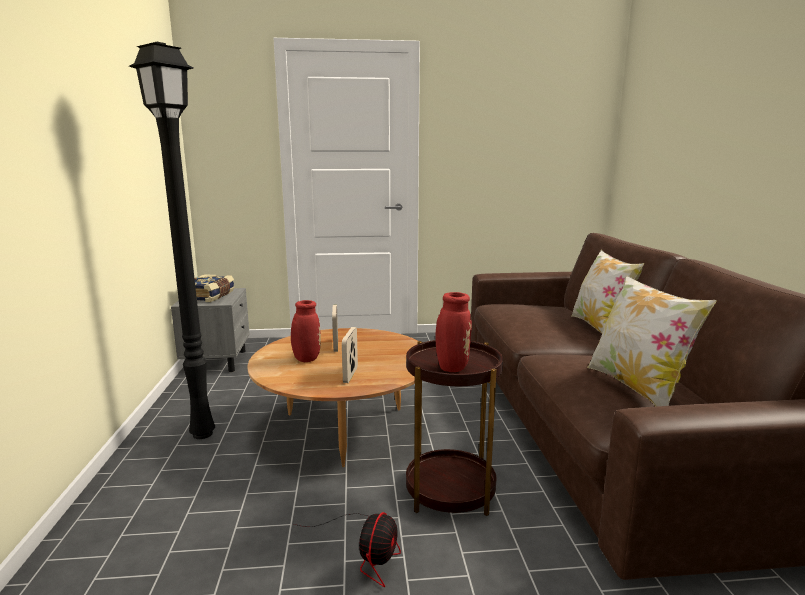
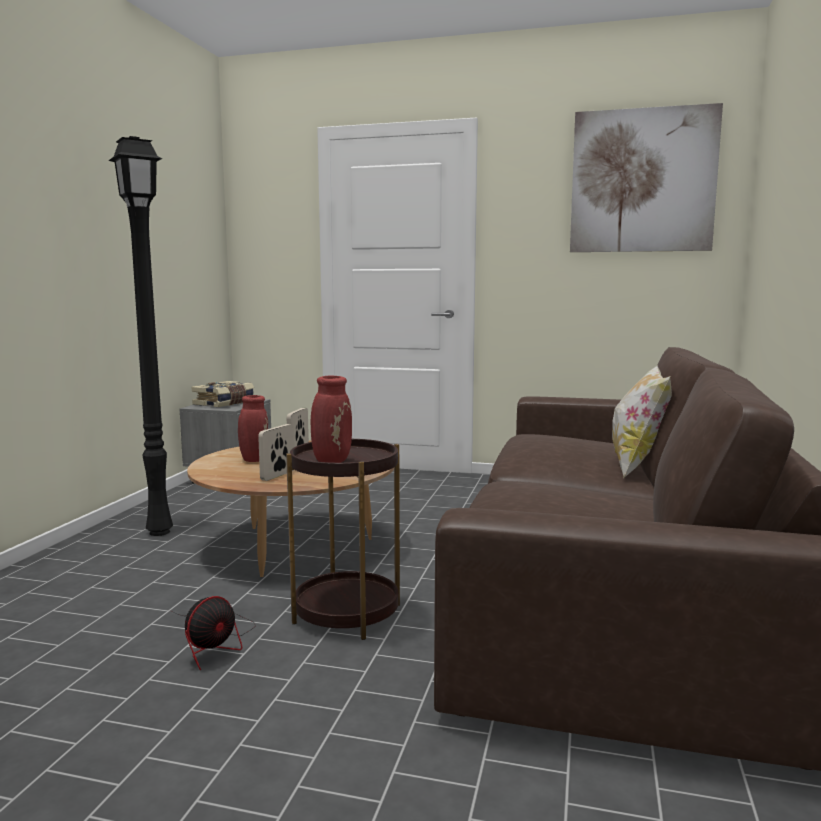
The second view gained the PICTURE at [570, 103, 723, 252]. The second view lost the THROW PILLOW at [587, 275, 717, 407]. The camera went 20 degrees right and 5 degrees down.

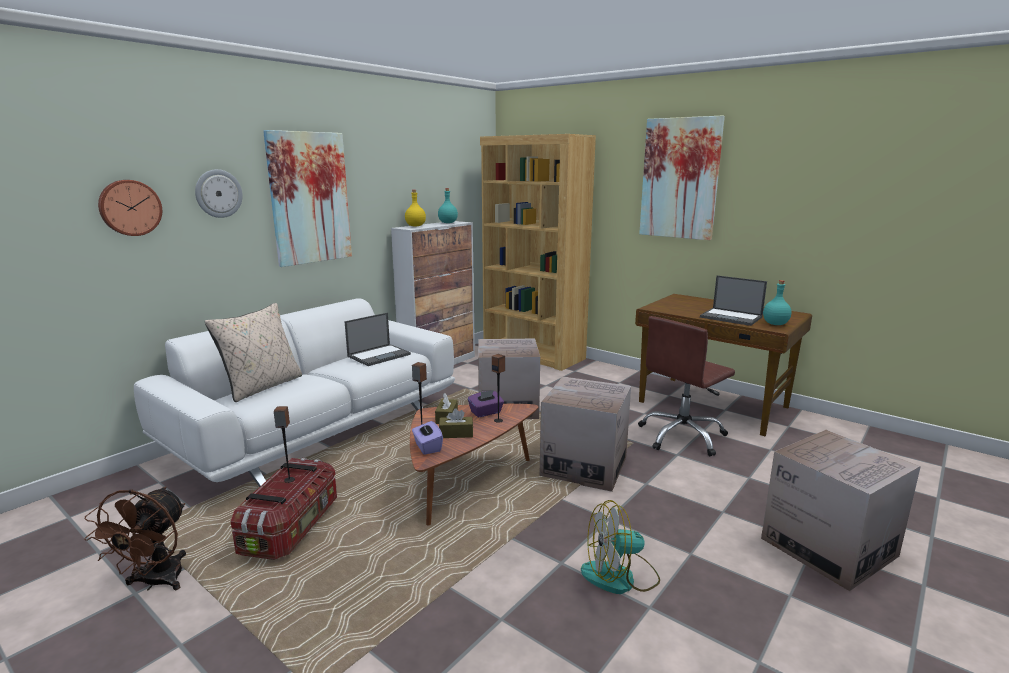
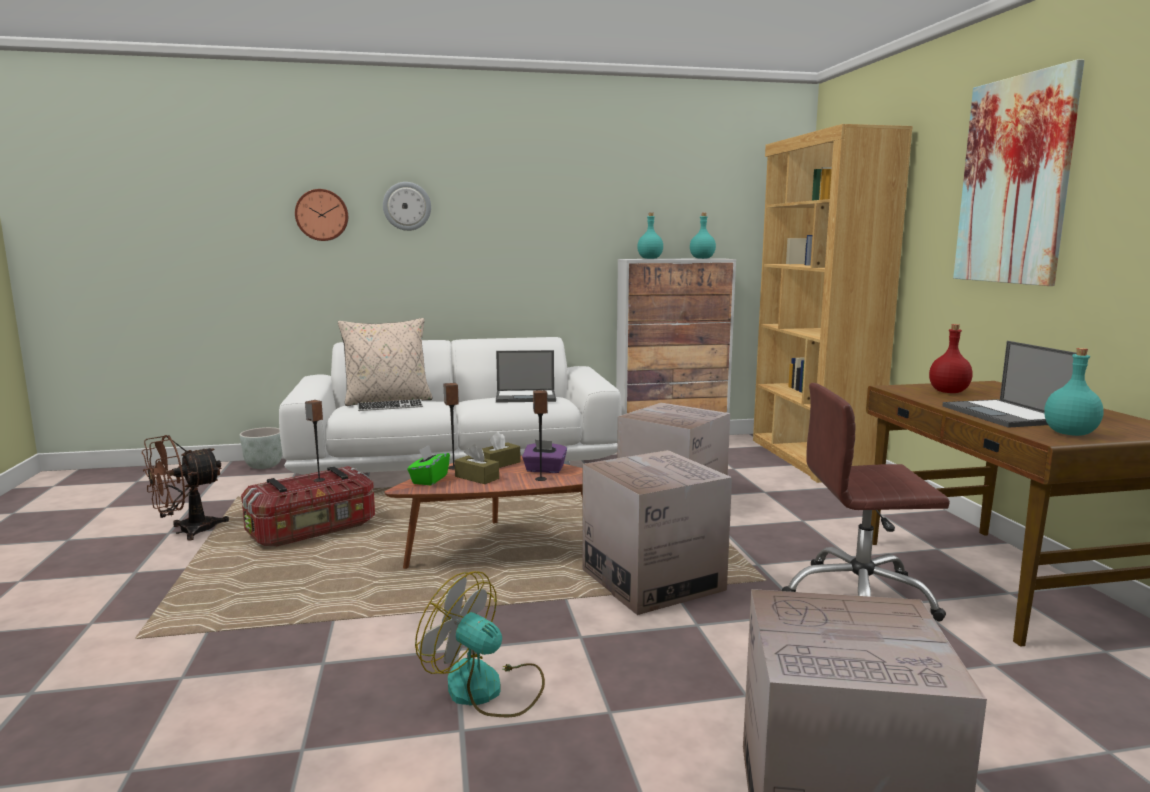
The second view gained the GREY PLANT POT at [240, 427, 283, 469]. The second view gained the KEYBOARD at [358, 399, 423, 411]. What was the PURPLE BOX OF TISSUES at [412, 421, 443, 455] turned into the GREEN BOX OF TISSUES at [407, 445, 450, 485]. What was the YELLOWISH DRINK BOTTLE at [405, 190, 426, 226] turned into the TURQUOISE-COLOURED DRINK BOTTLE at [637, 213, 663, 259]. The second view gained the RED-COLOURED DRINK BOTTLE at [929, 324, 973, 393]. The second view lost the PICTURE at [263, 130, 352, 267]. The camera went 40 degrees right and 5 degrees down.

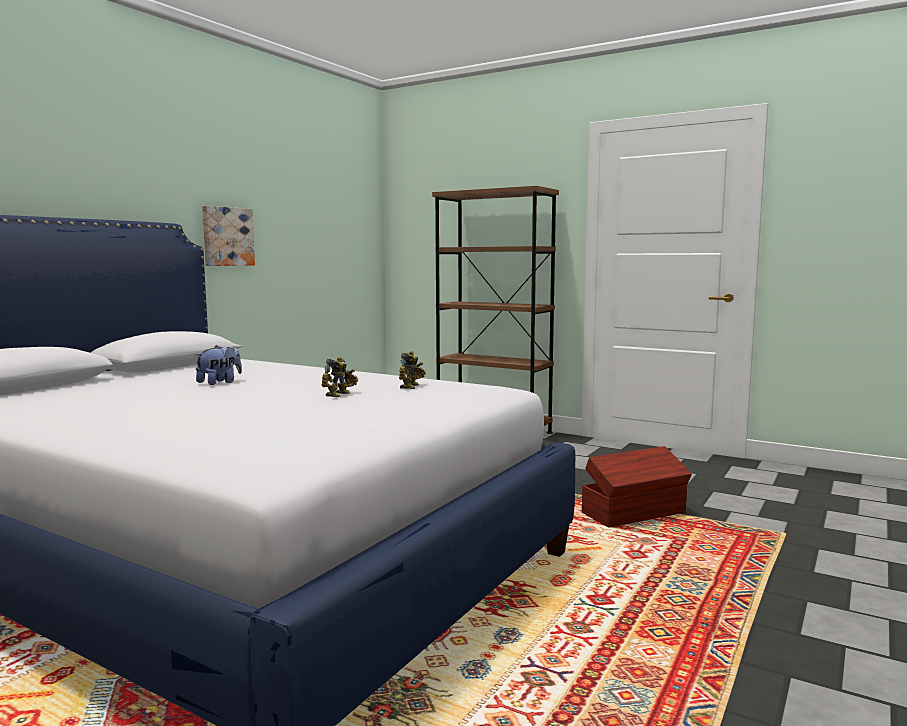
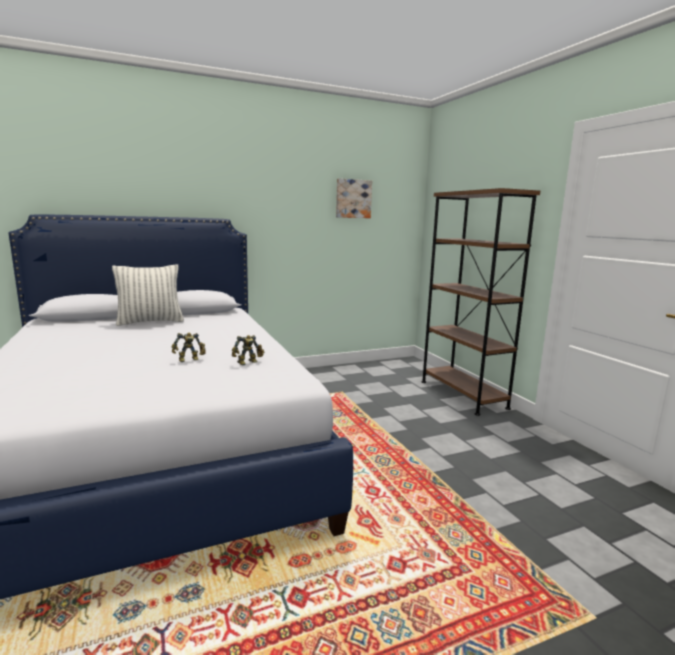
The second view gained the THROW PILLOW at [112, 264, 184, 326]. The PICTURE ended up elsewhere, having gone from [202, 206, 255, 266] to [336, 178, 372, 218]. The second view lost the PLUSH TOY at [196, 345, 242, 385]. The second view lost the BROWN-COLOURED STORAGE BOX at [582, 446, 692, 528]. The camera went 35 degrees right and 5 degrees up.

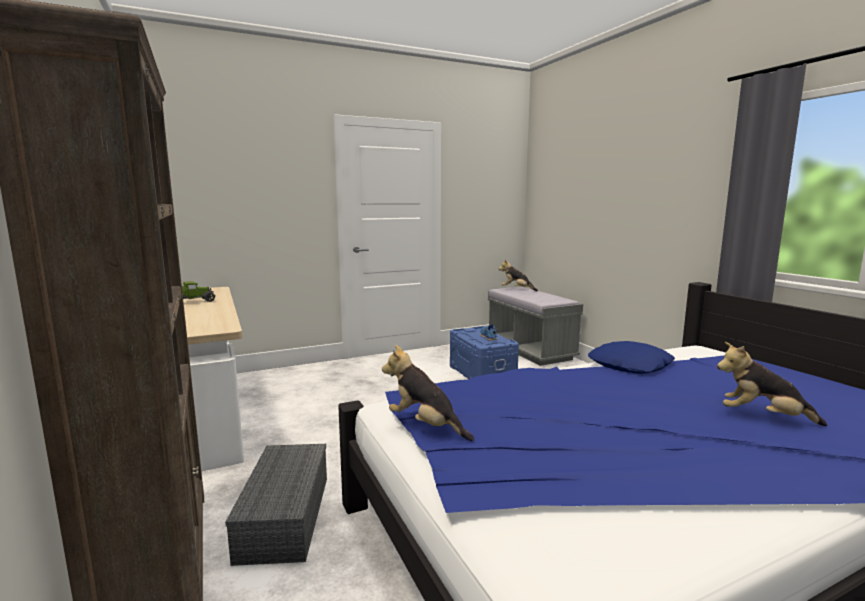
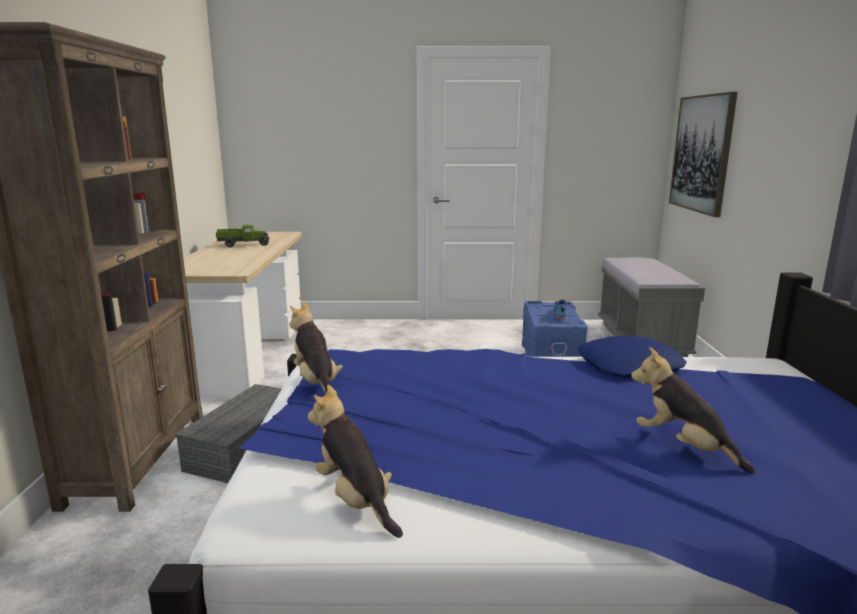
The PLUSH TOY ended up elsewhere, having gone from [499, 260, 538, 291] to [308, 385, 403, 538]. The second view gained the PICTURE at [669, 92, 738, 217]. The camera went 25 degrees right and 5 degrees up.

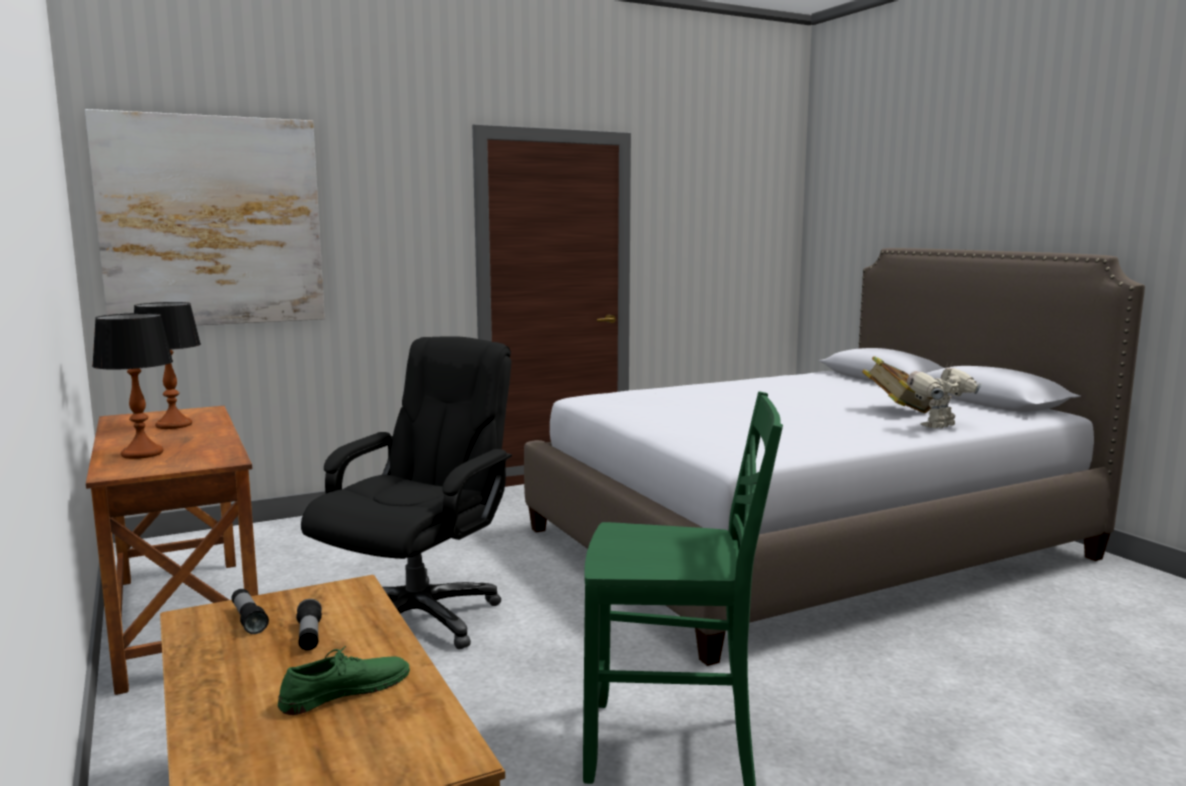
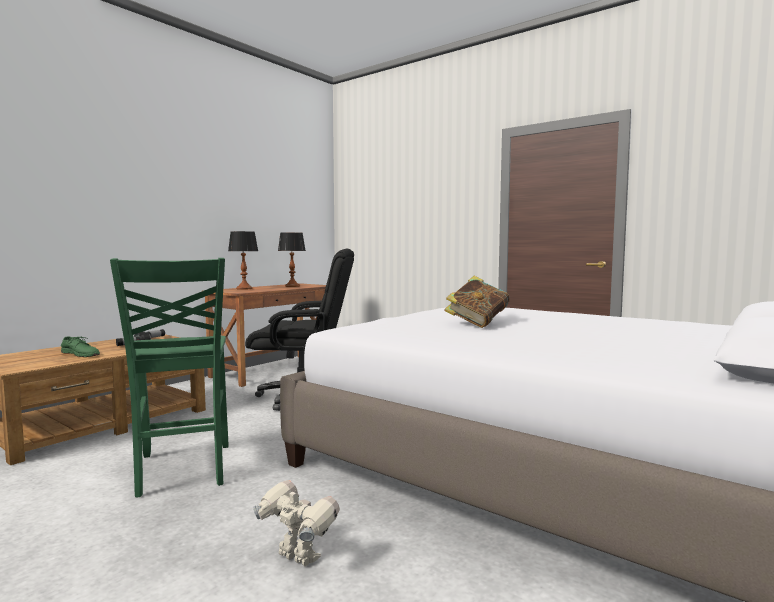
The ROBOT FIGURE ended up elsewhere, having gone from [907, 363, 982, 429] to [253, 480, 340, 567]. The BOUND BOOK ended up elsewhere, having gone from [862, 356, 933, 413] to [444, 276, 510, 328]. The second view lost the PICTURE at [85, 109, 325, 325]. The camera went 65 degrees right and 5 degrees down.

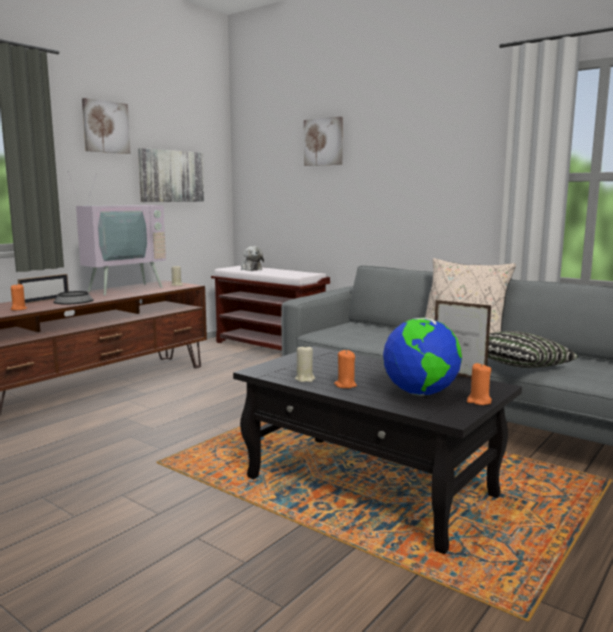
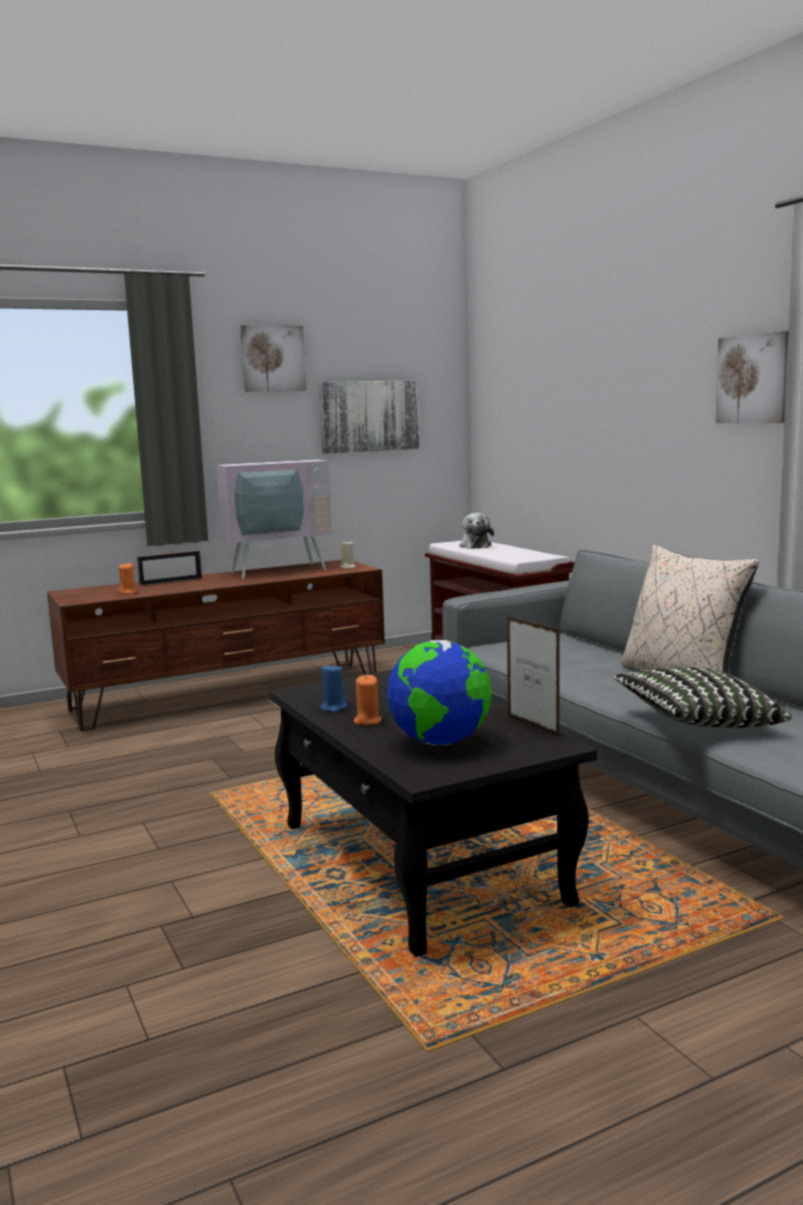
What was the SAND-COLOURED WAX CANDLE at [295, 347, 315, 382] turned into the BLUE-COLOURED WAX CANDLE at [320, 663, 347, 712]. The PICTURE ended up elsewhere, having gone from [304, 116, 343, 166] to [716, 331, 788, 423]. The second view lost the DEEP DISH at [53, 291, 94, 304]. The second view lost the ORANGE WAX CANDLE at [467, 363, 492, 405]. The camera went 25 degrees right and 0 degrees up.

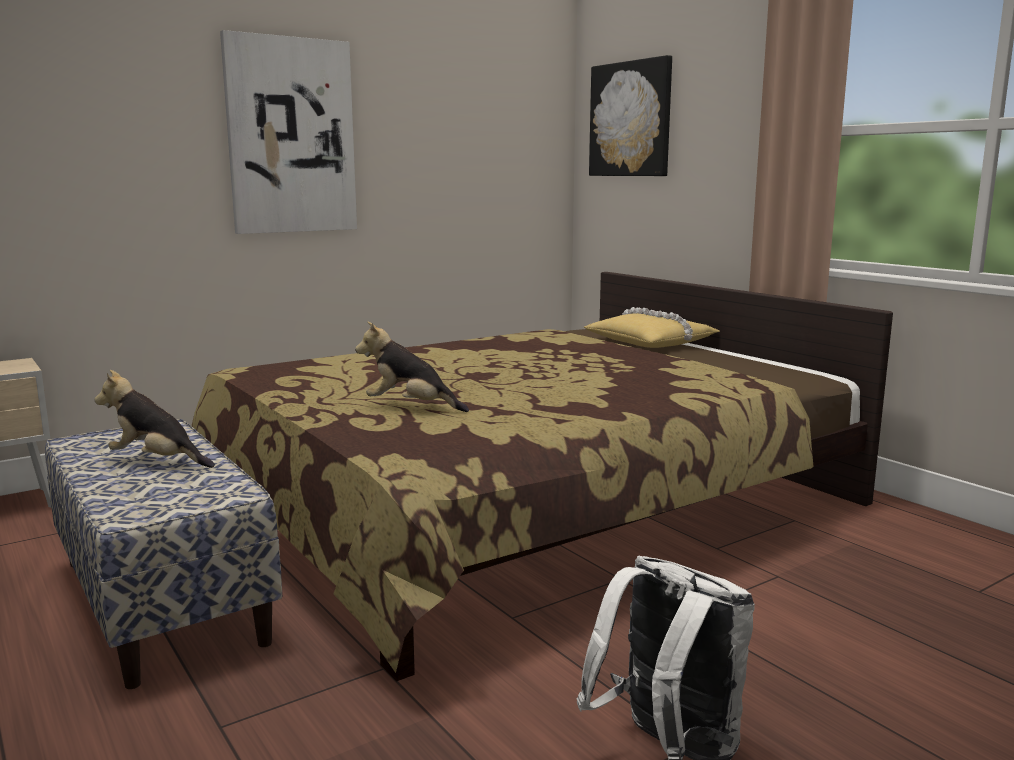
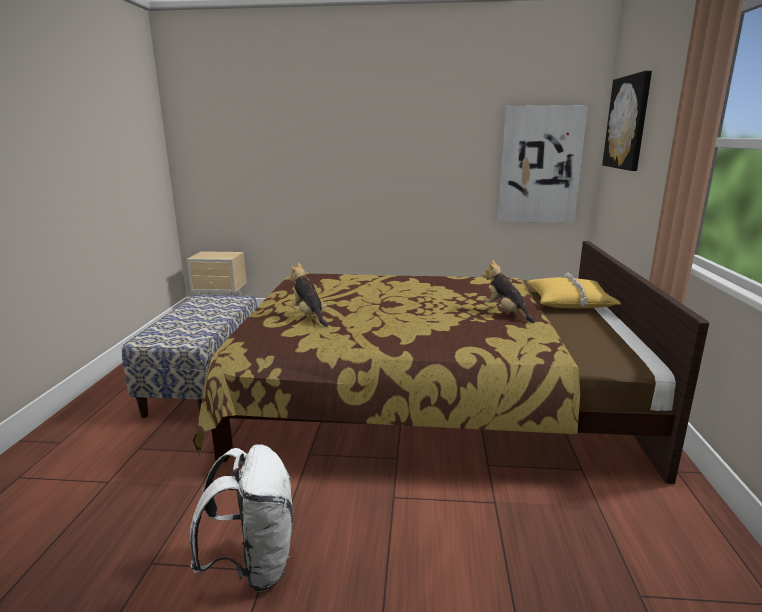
The PLUSH TOY ended up elsewhere, having gone from [94, 370, 215, 468] to [481, 260, 535, 323]. The PICTURE ended up elsewhere, having gone from [220, 30, 357, 234] to [498, 105, 588, 223]. The camera went 40 degrees right and 5 degrees up.

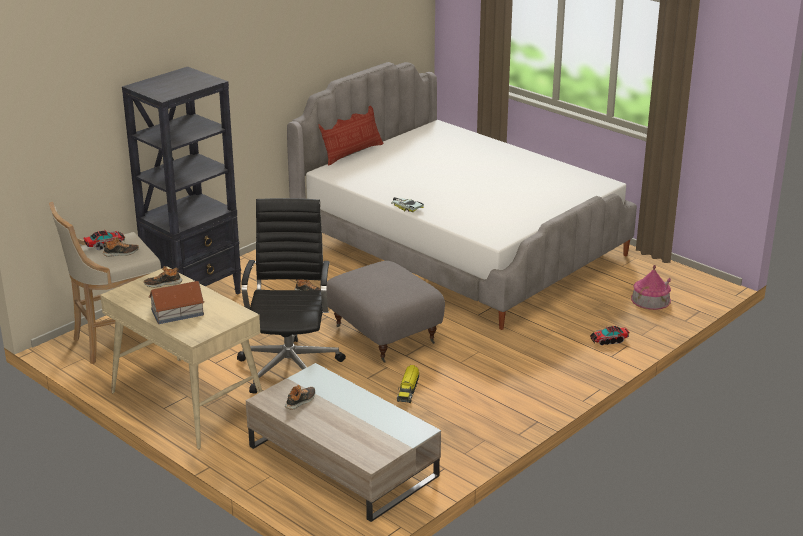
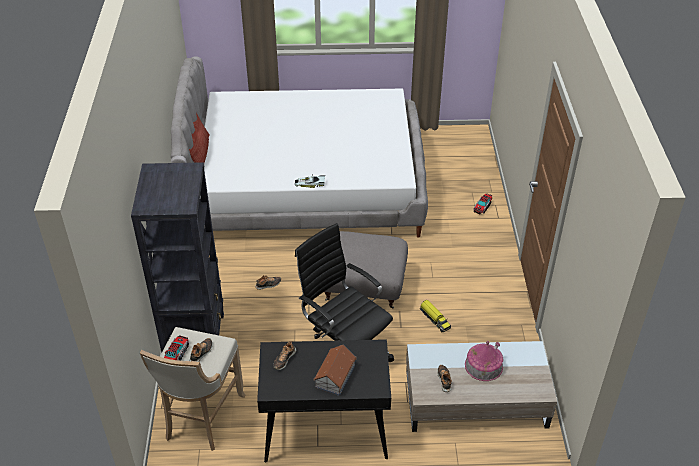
What was the SAND-COLOURED DESK UNIT at [100, 266, 262, 449] turned into the BLACKISH DESK UNIT at [257, 339, 391, 463]. The MINIATURE HOUSE ended up elsewhere, having gone from [631, 265, 671, 310] to [465, 341, 503, 381]. The camera went 45 degrees left and 15 degrees up.

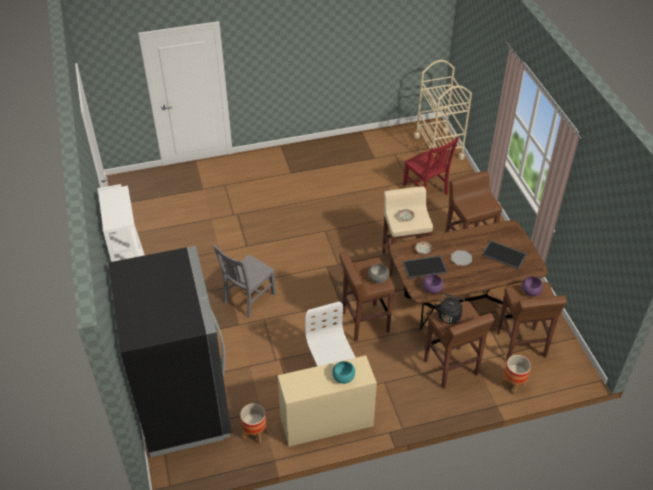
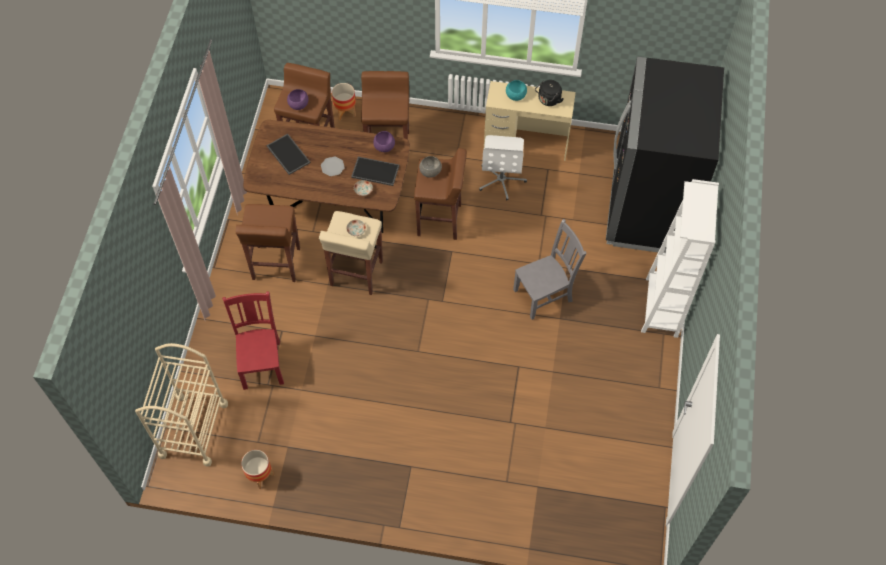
The PLANT POT ended up elsewhere, having gone from [240, 403, 267, 443] to [241, 450, 274, 489]. The BLACKISH WATER KETTLE ended up elsewhere, having gone from [434, 294, 465, 324] to [535, 80, 564, 106]. The camera went 155 degrees left and 15 degrees up.

